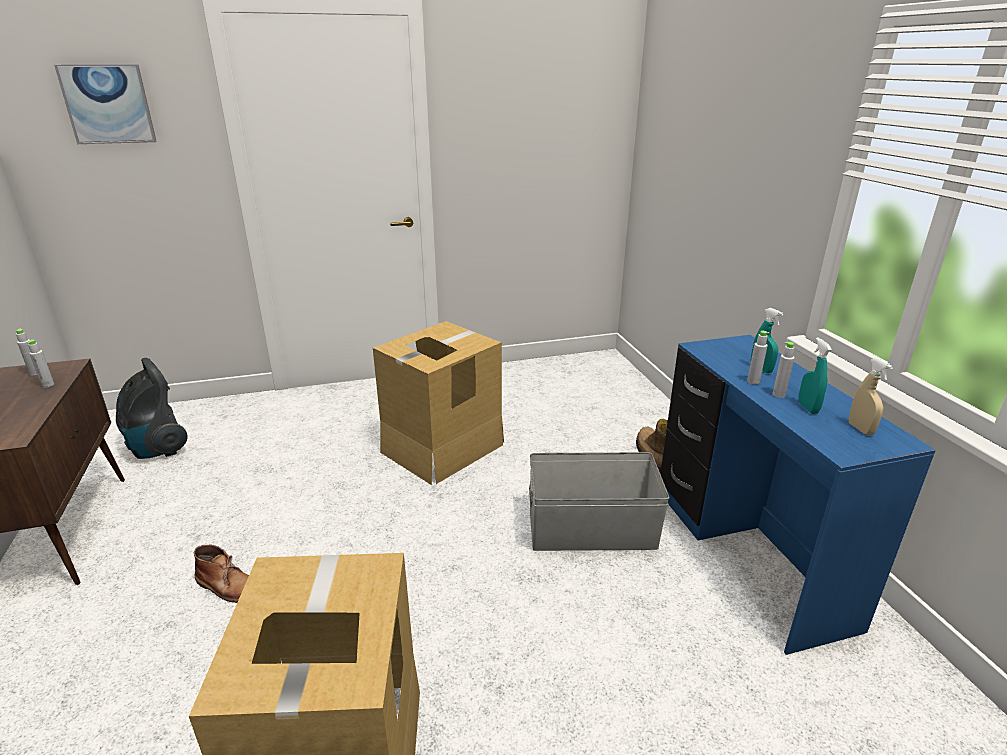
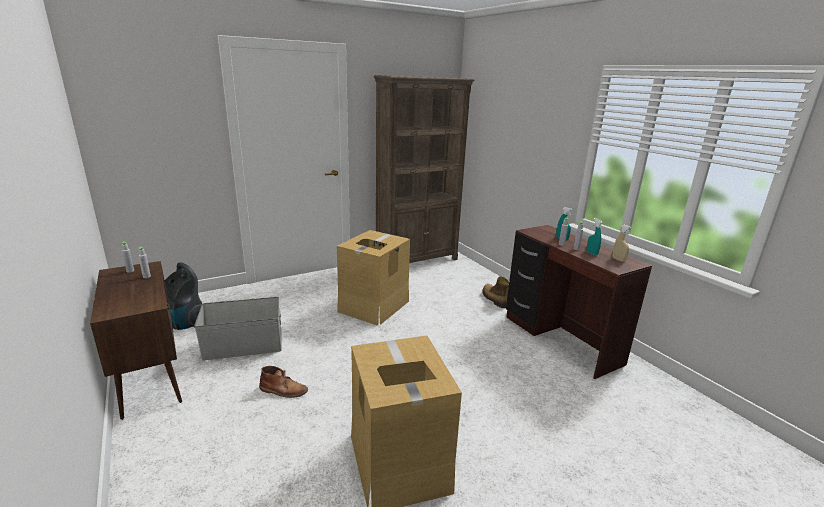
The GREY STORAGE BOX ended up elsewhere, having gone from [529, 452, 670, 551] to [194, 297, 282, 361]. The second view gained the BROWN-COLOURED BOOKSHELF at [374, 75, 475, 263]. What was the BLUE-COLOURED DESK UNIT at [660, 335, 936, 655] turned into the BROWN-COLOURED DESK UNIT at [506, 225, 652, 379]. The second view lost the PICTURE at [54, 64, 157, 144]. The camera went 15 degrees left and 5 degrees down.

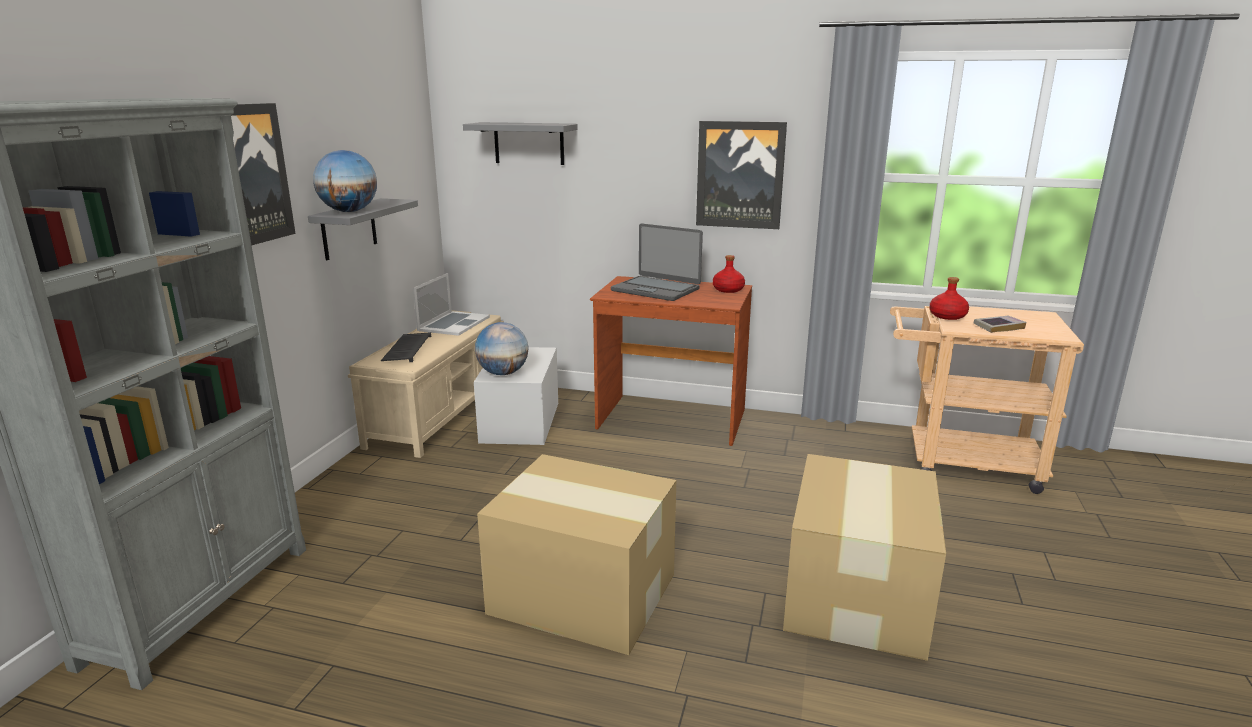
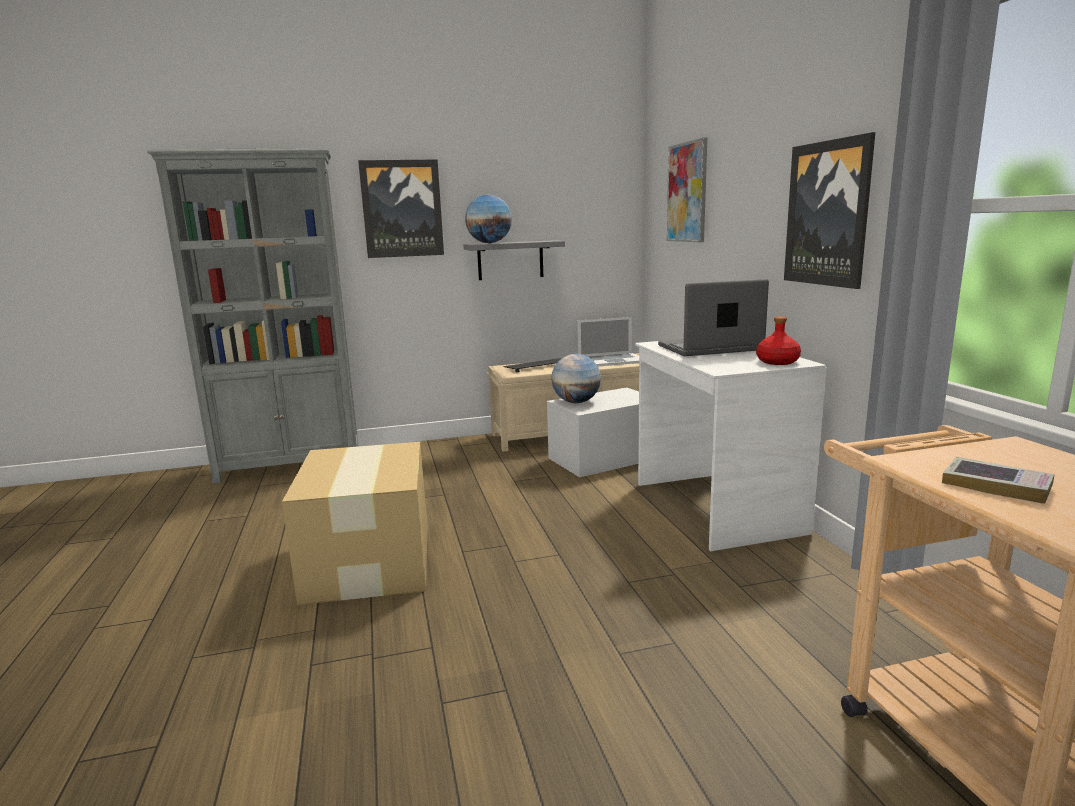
What was the BROWN-COLOURED DESK UNIT at [590, 276, 752, 446] turned into the WHITE-COLOURED DESK UNIT at [635, 341, 827, 551]. The LAPTOP at [611, 223, 703, 301] ended up facing another way, 75 degrees clockwise from before. Where the GREY BRACKET SHELF hung at [463, 122, 578, 165], the PICTURE came to hang at [667, 137, 707, 242]. The second view lost the PACKING BOX at [783, 454, 946, 661]. The second view lost the RED-COLOURED DRINK BOTTLE at [929, 277, 969, 320]. The camera went 60 degrees right and 5 degrees down.

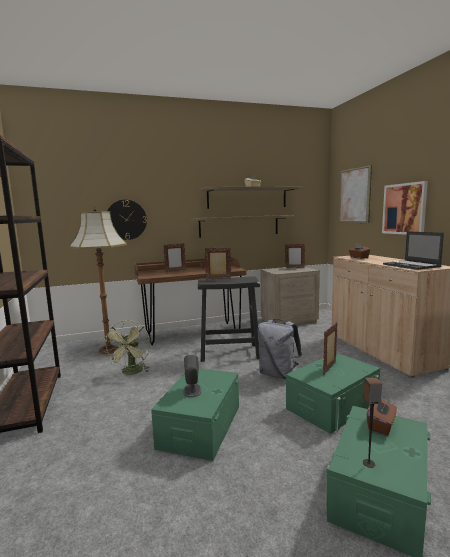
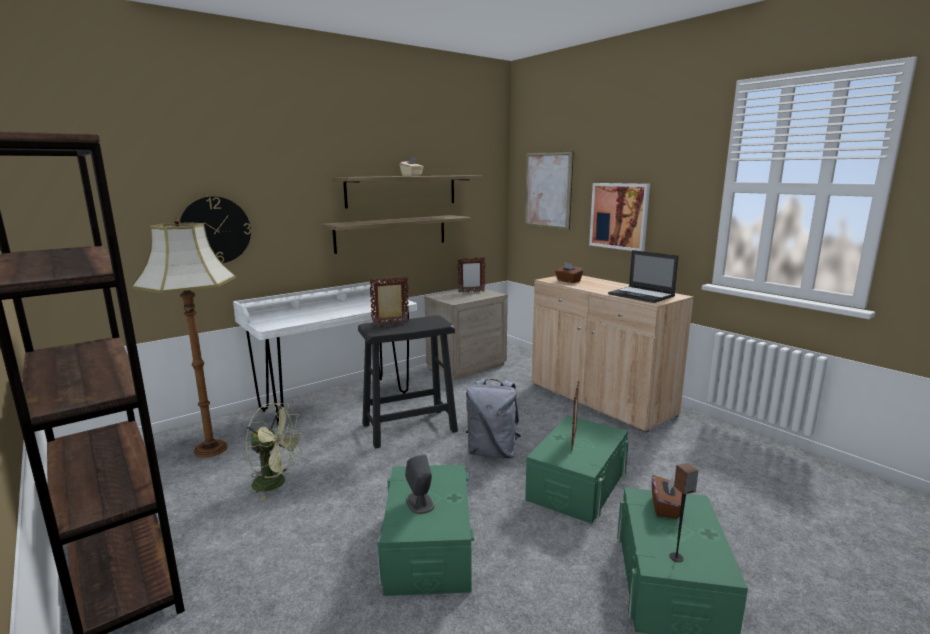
What was the BROWN-COLOURED DESK UNIT at [134, 257, 247, 345] turned into the WHITE-COLOURED DESK UNIT at [233, 280, 417, 425]. The GREEN COOLING FAN at [103, 320, 150, 375] ended up facing another way, 60 degrees counterclockwise from before. The second view lost the STANDING FRAME at [163, 243, 186, 272]. The camera went 20 degrees left and 5 degrees up.

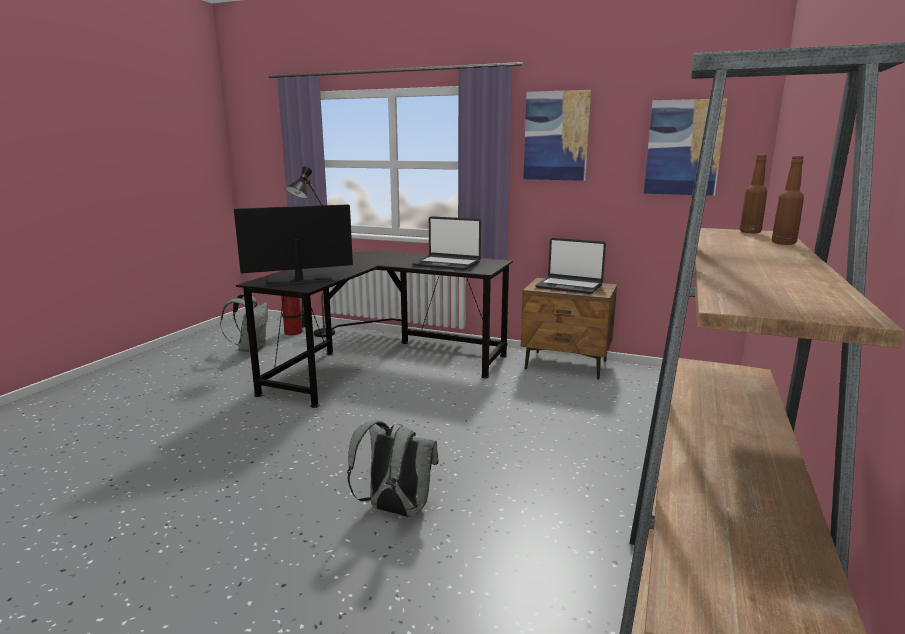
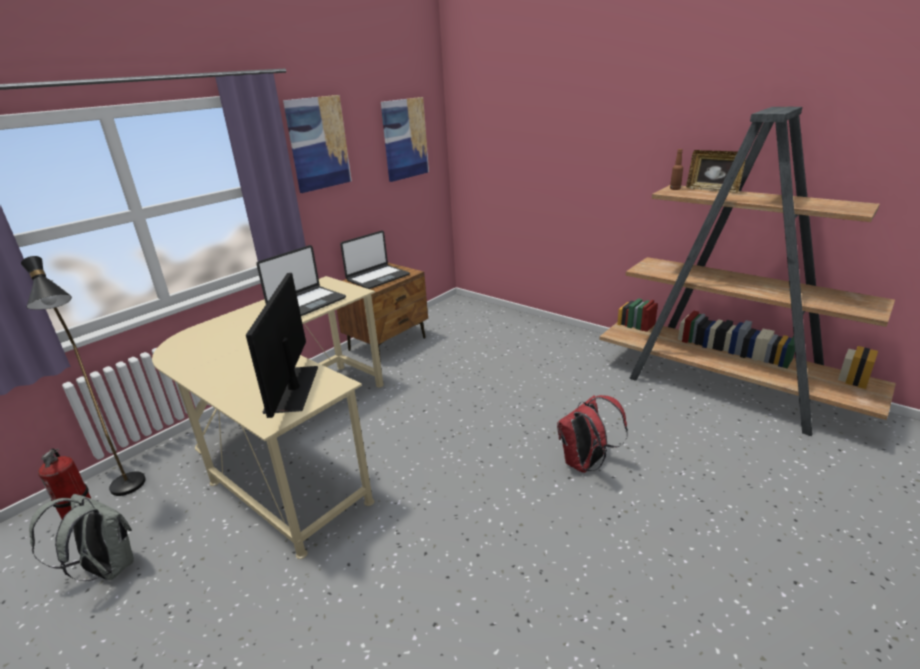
What was the BLACKISH DESK UNIT at [236, 251, 513, 408] turned into the SAND-COLOURED DESK UNIT at [152, 276, 384, 559]. What was the GREY BACKPACK at [347, 420, 439, 517] turned into the RED-COLOURED BACKPACK at [557, 395, 628, 473]. Where the BROWN-COLOURED DRINK BOTTLE stood at [772, 156, 804, 245], the STANDING FRAME came to stand at [686, 150, 746, 193]. The camera went 70 degrees left and 10 degrees up.

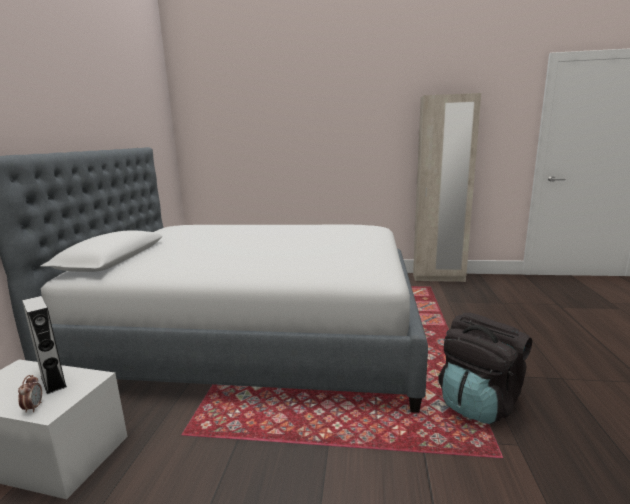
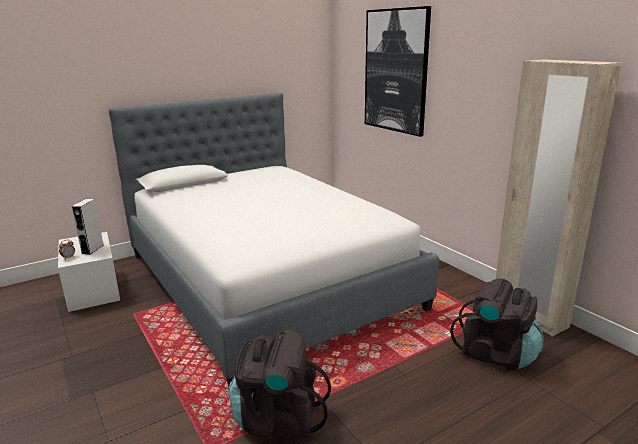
The second view gained the PICTURE at [365, 6, 431, 137]. The second view gained the BLACKISH BACKPACK at [450, 278, 544, 370]. The camera went 50 degrees right and 5 degrees up.

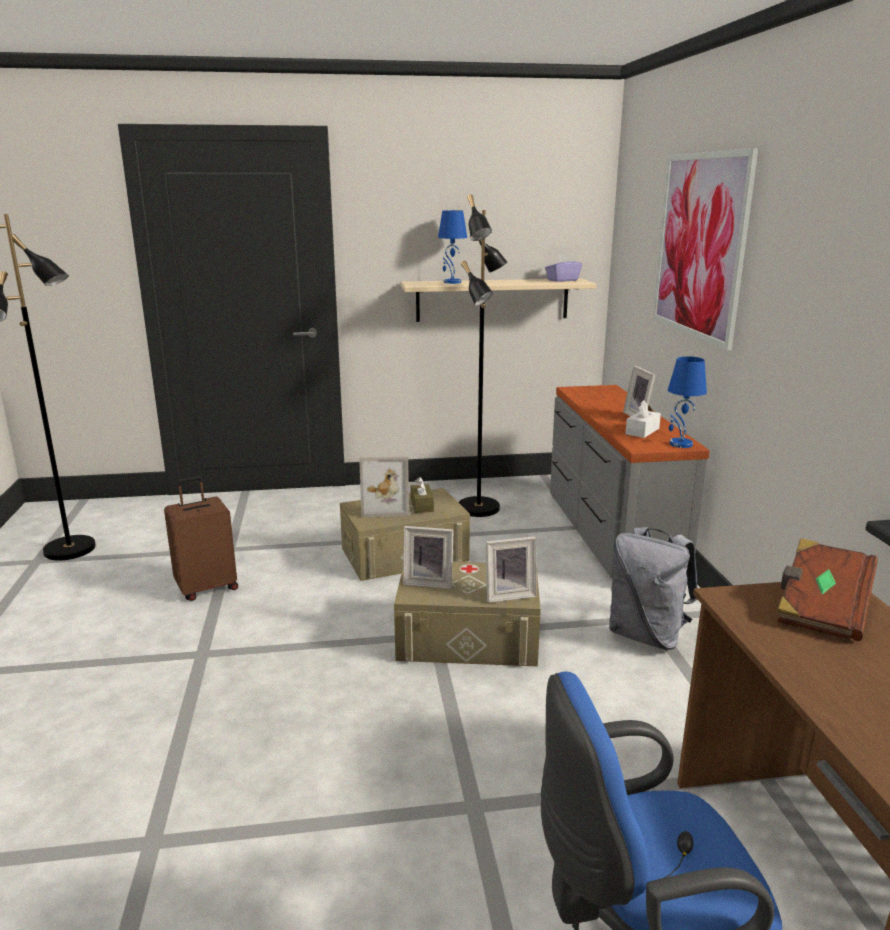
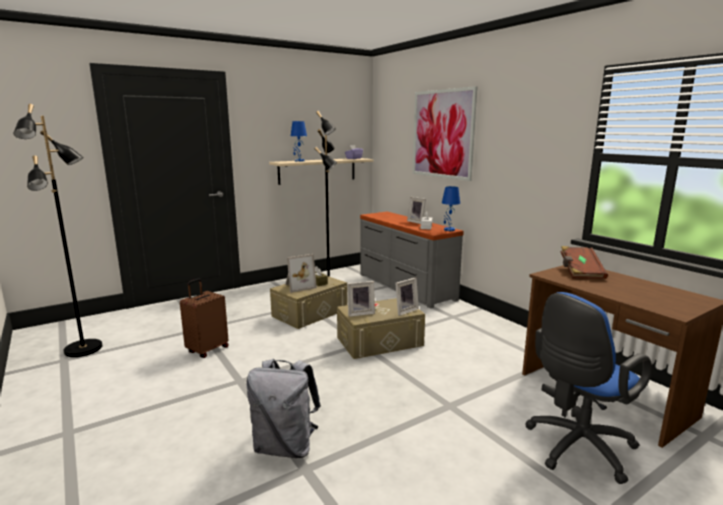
The GREY BACKPACK ended up elsewhere, having gone from [609, 527, 698, 650] to [246, 359, 321, 458]. The camera went 25 degrees left and 5 degrees down.

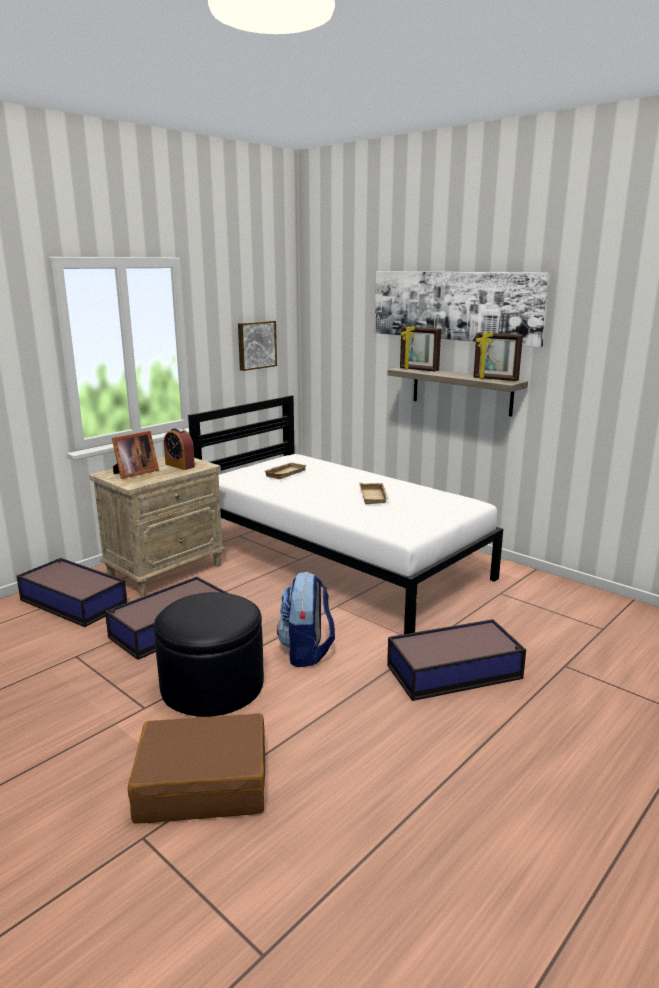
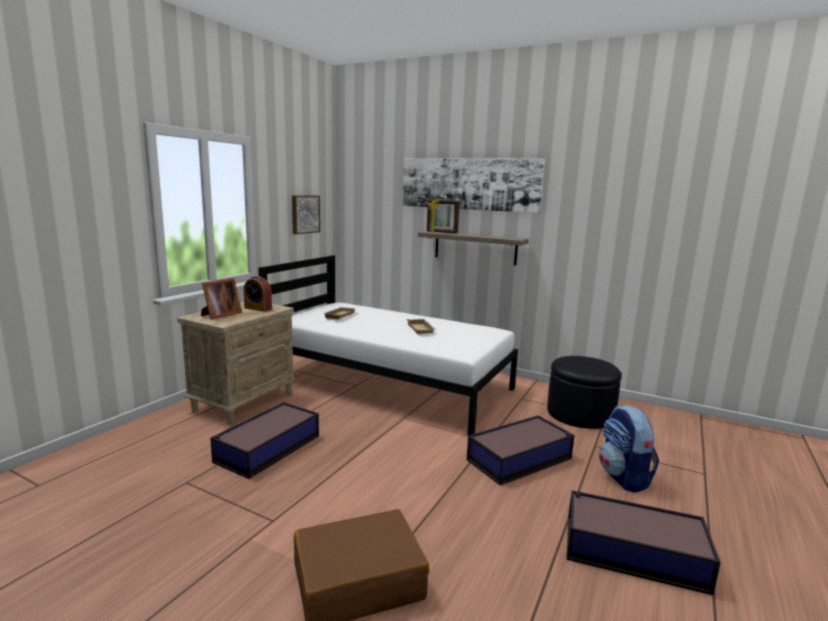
The BLACKISH OTTOMAN ended up elsewhere, having gone from [154, 592, 264, 717] to [547, 356, 622, 429]. The STORAGE BOX ended up elsewhere, having gone from [17, 558, 127, 627] to [567, 490, 721, 595]. The BACKPACK ended up elsewhere, having gone from [277, 571, 335, 667] to [599, 405, 659, 493]. The second view lost the STANDING FRAME at [473, 332, 523, 381]. The camera went 15 degrees left and 5 degrees down.

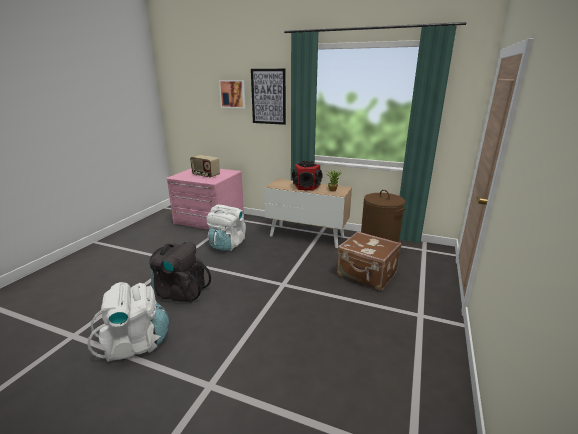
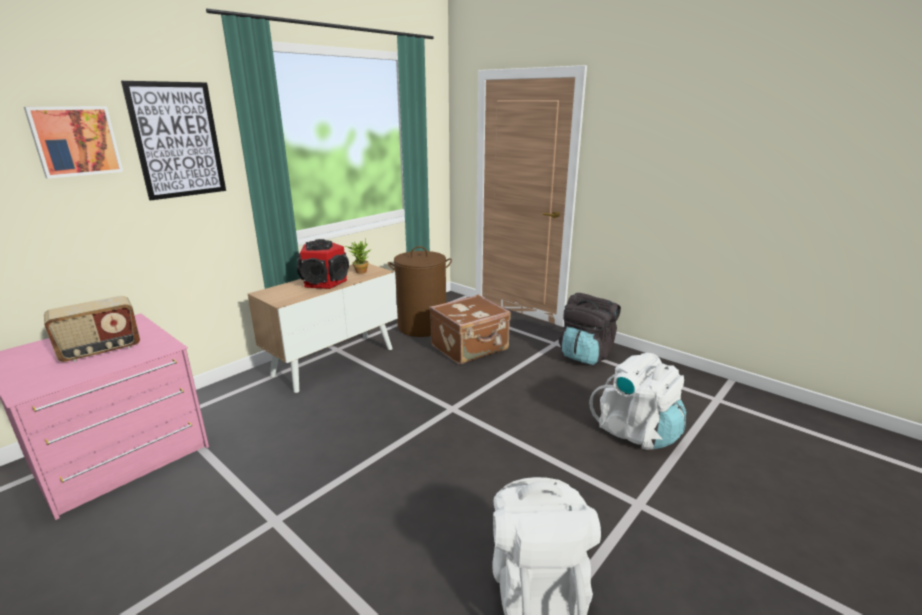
The BLACKISH BACKPACK ended up elsewhere, having gone from [149, 241, 211, 303] to [559, 293, 621, 365]. The WHITE-COLOURED BACKPACK ended up elsewhere, having gone from [206, 205, 246, 251] to [589, 353, 686, 450]. The camera went 70 degrees left and 0 degrees up.

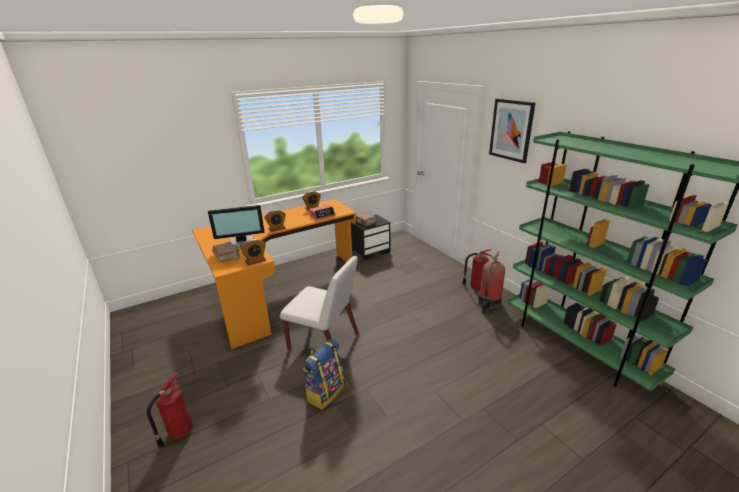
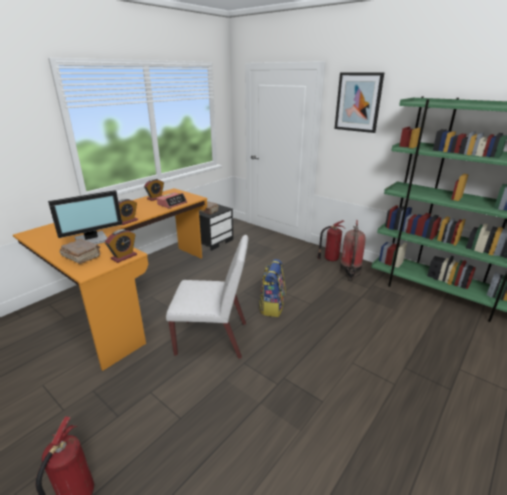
The BACKPACK ended up elsewhere, having gone from [303, 339, 344, 409] to [259, 259, 286, 317]. The camera went 20 degrees left and 0 degrees up.

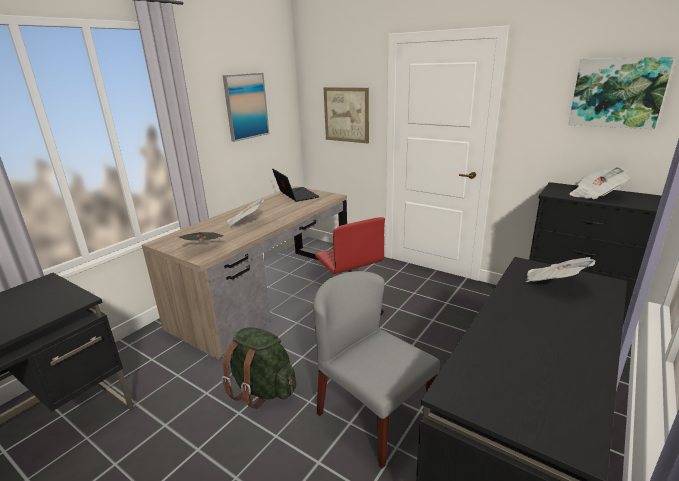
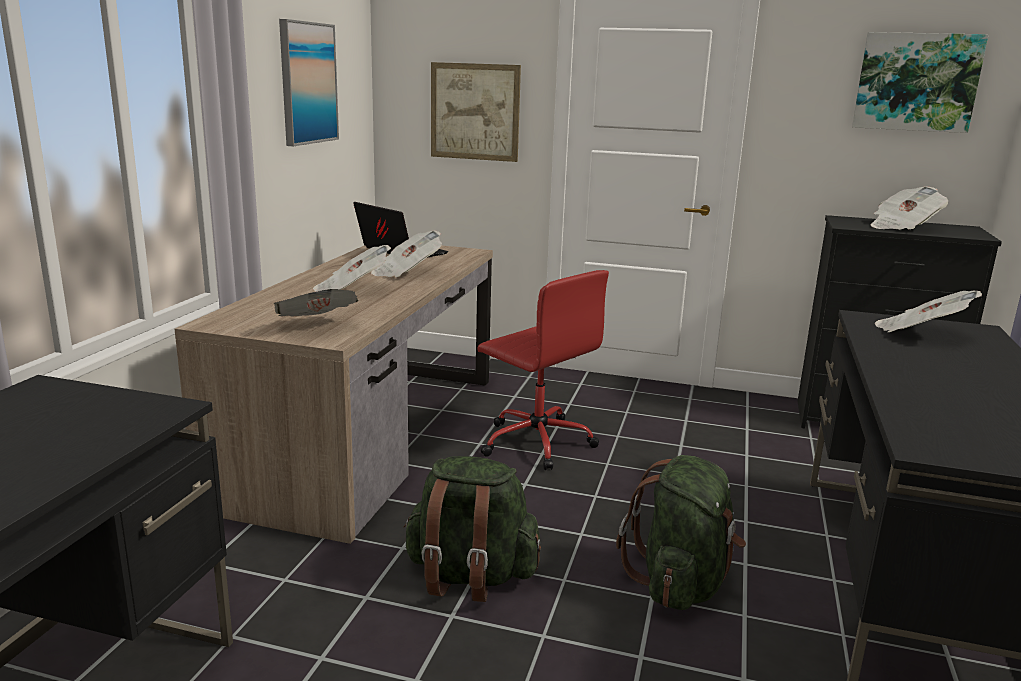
The second view gained the DAILY PAPER at [371, 231, 442, 277]. Where the GREY UPRIGHT CHAIR stood at [313, 271, 440, 469], the GREEN BACKPACK came to stand at [616, 455, 746, 610]. The camera went 20 degrees left and 5 degrees down.

